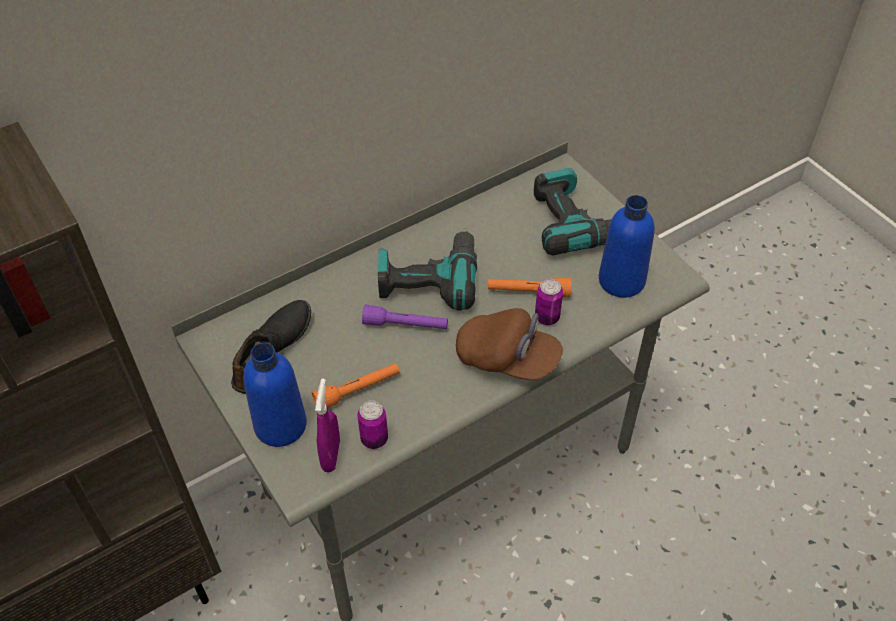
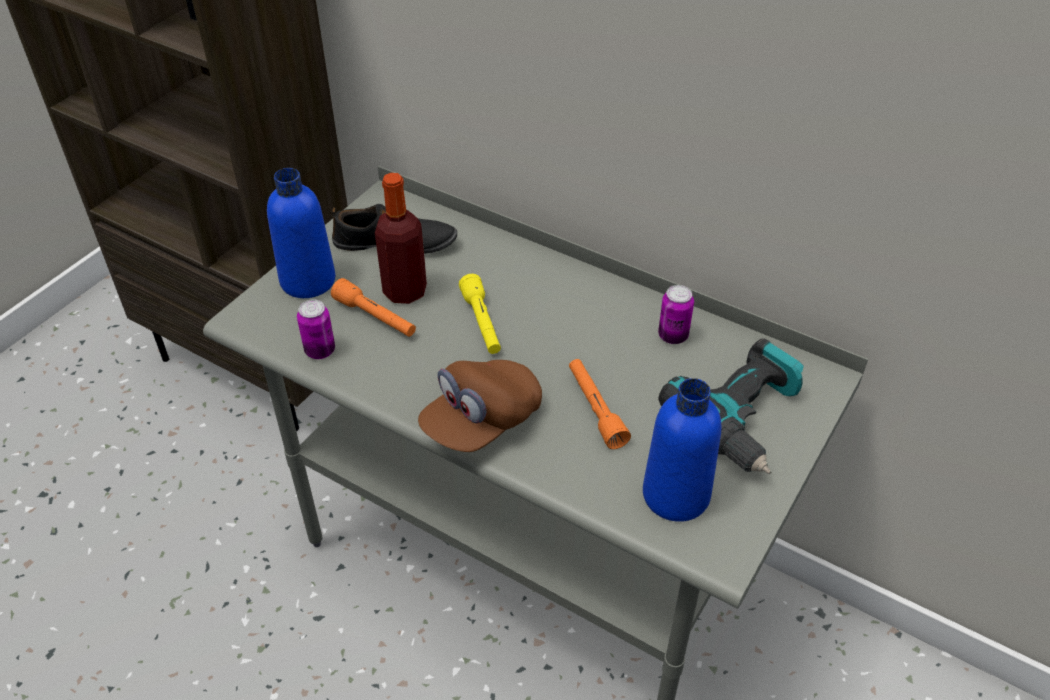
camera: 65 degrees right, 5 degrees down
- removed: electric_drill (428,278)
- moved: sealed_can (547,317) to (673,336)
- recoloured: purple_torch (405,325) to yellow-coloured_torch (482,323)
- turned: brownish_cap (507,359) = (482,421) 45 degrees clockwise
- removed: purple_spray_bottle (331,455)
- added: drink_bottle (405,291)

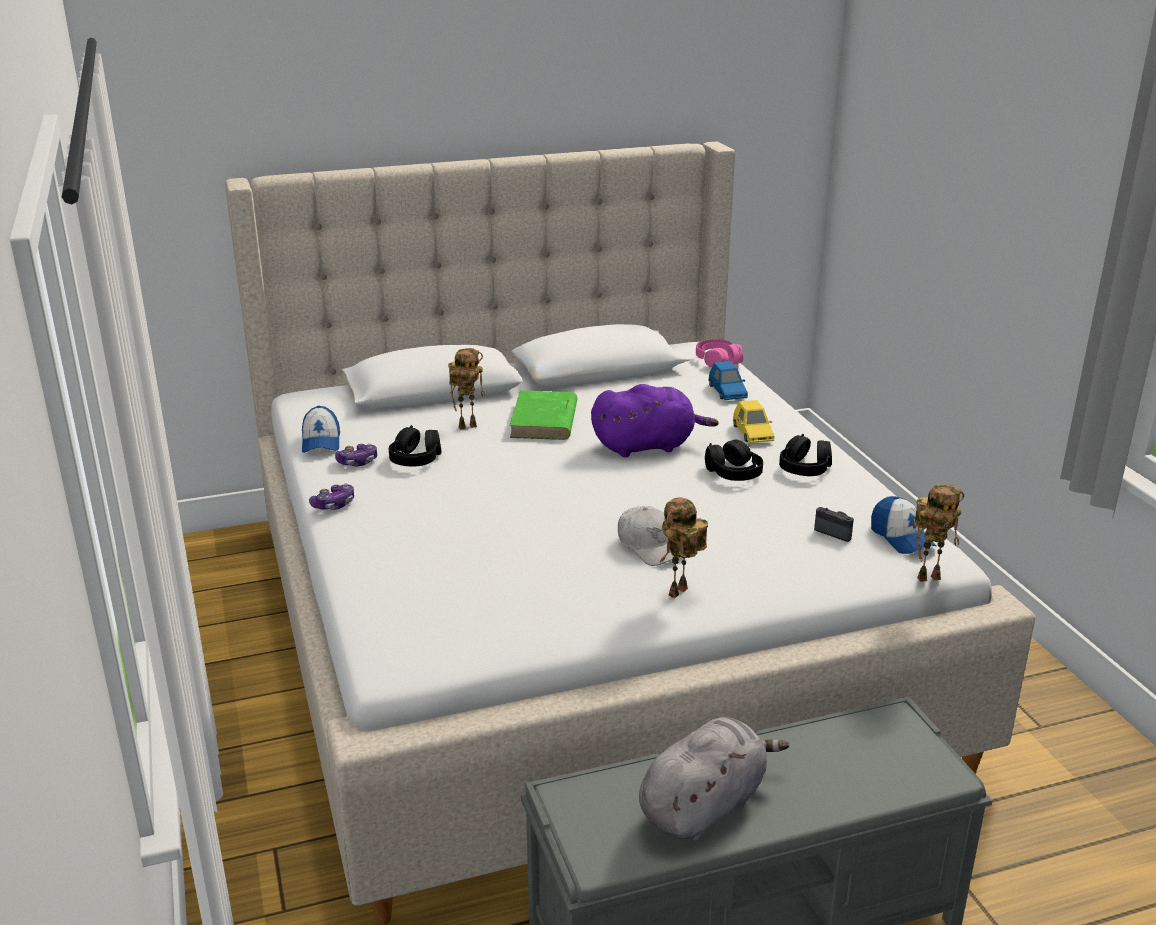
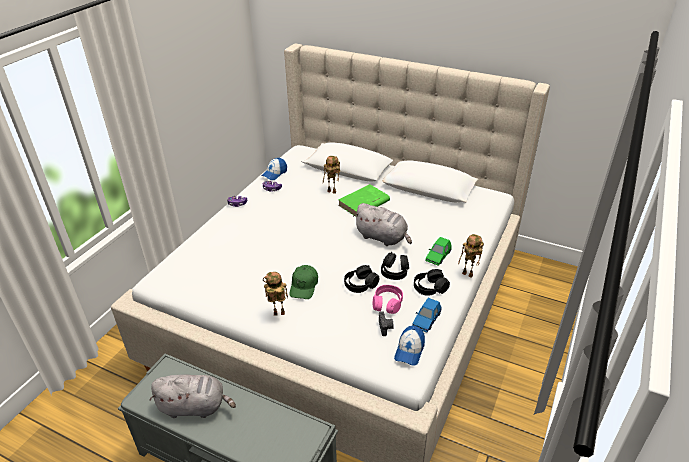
camera: 45 degrees right, 10 degrees up
- moved: pinkish_headset (718,361) to (387,303)
- moved: blue-coloured_miniature_car (727,392) to (426,320)
- recoloured: purple_soft_toy (647,446) to greyish_soft_toy (383,238)
- recoloured: yellow-coloured_miniature_car (752,434) to green_miniature_car (438,256)
- moved: black-coloured_headset (416,459) to (360,284)
- moved: toy_robot (929,577) to (468,274)
- recoloured: whitish_cap (650,546) to green_cap (304,286)

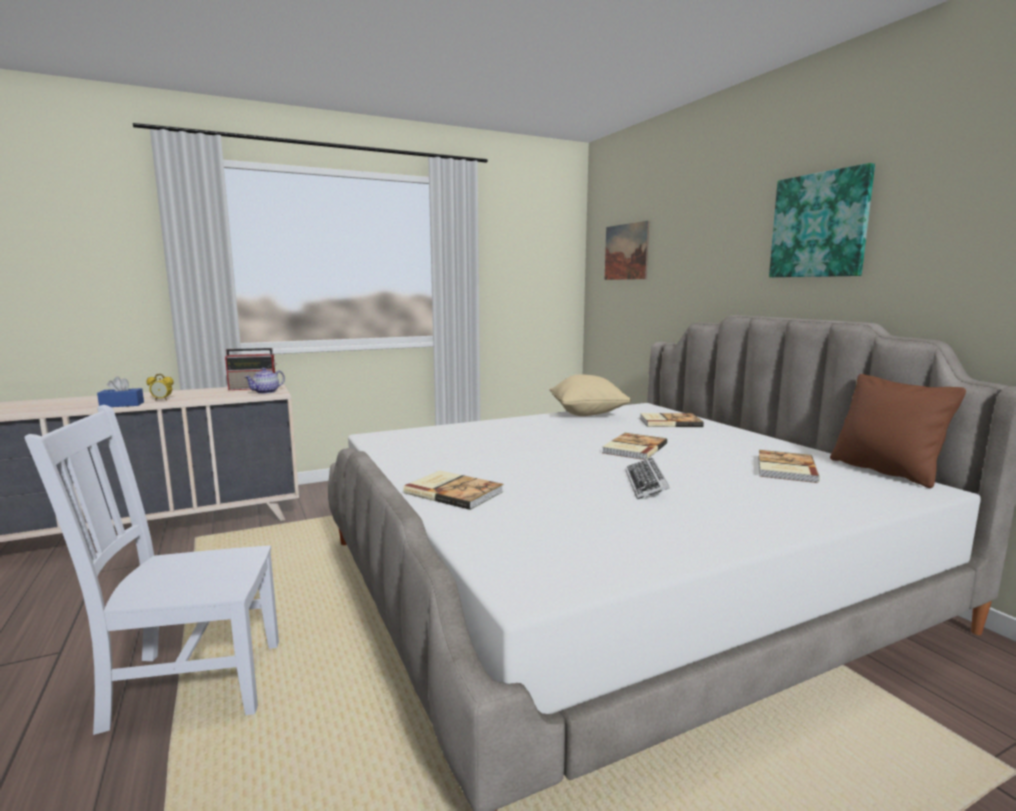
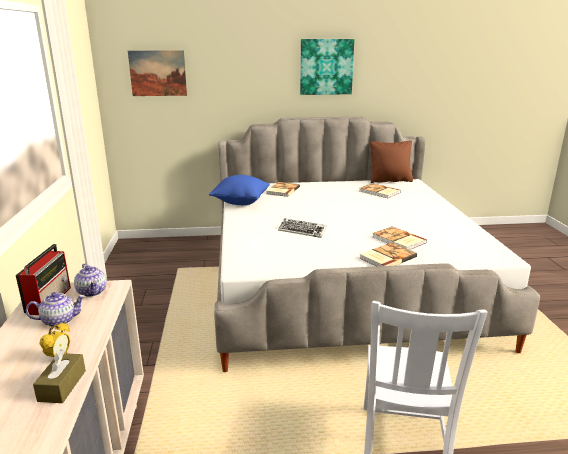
camera: 70 degrees left, 10 degrees up
- recoloured: sand-coloured_pillow (587,414) to blue-coloured_pillow (241,202)
- recoloured: blue-coloured_tissue_box (122,405) to brownish_tissue_box (62,386)
- moved: volume (633,448) to (398,240)
- moved: keyboard (646,484) to (302,231)
- added: tea_pot (59,320)

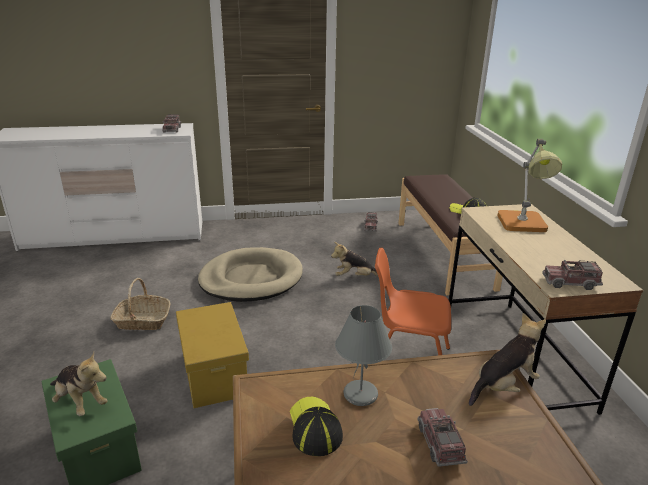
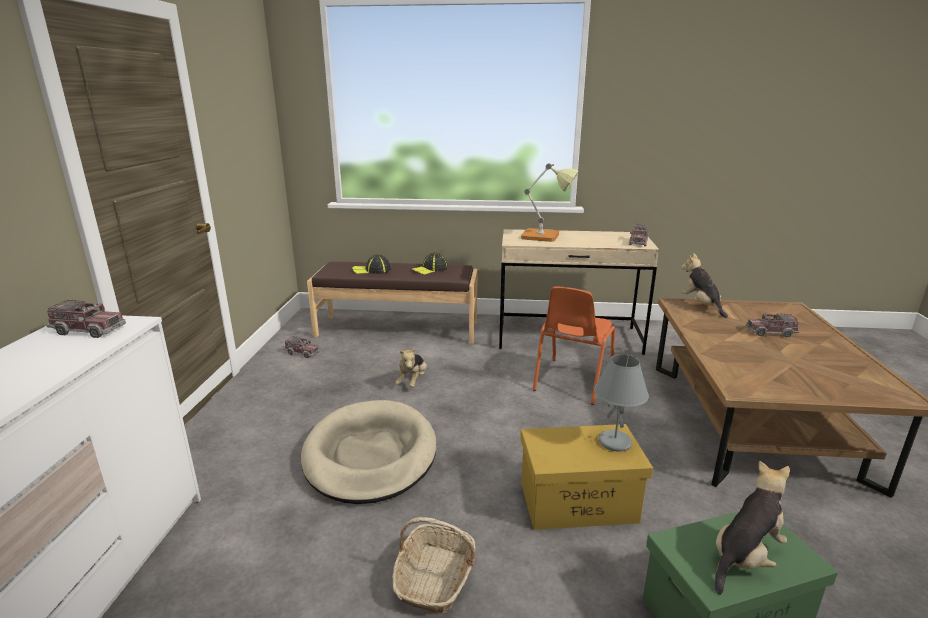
camera: 75 degrees left, 5 degrees down
- moved: greyish_lamp_for_a_table (360,395) to (615,442)
- moved: cap (314,428) to (372,270)

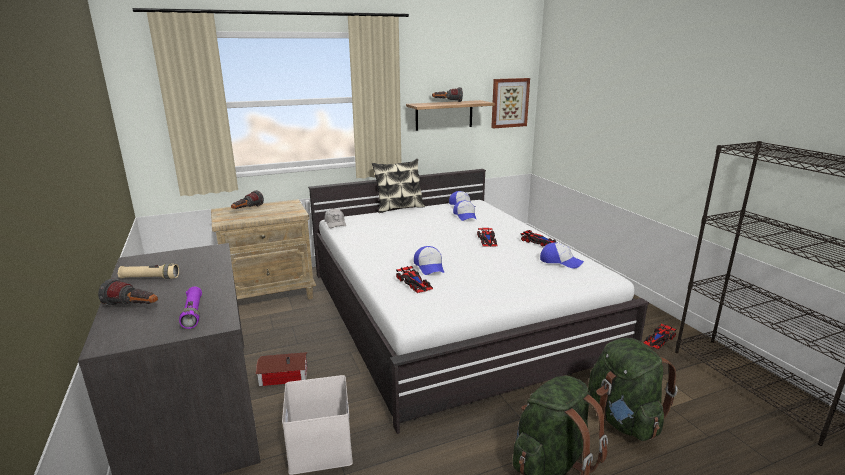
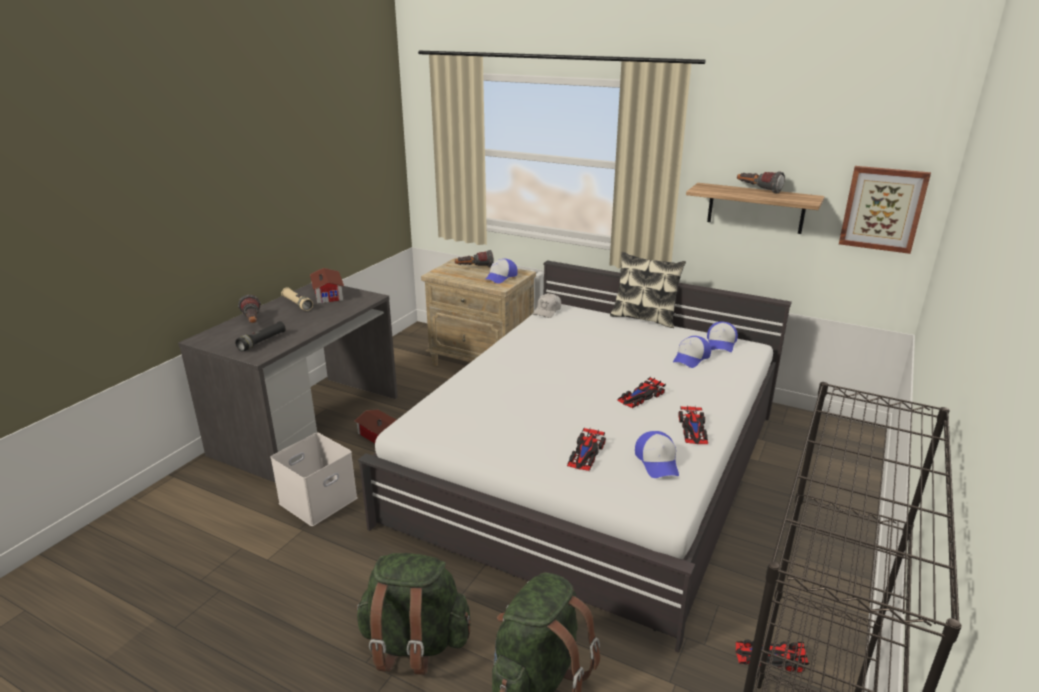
camera: 50 degrees right, 5 degrees up
- moved: cap (429,266) to (500,277)
- moved: miniature_car (414,283) to (586,453)
- recoloured: purple_torch (193,313) to black-coloured_torch (262,342)
- added: miniature_house (329,293)

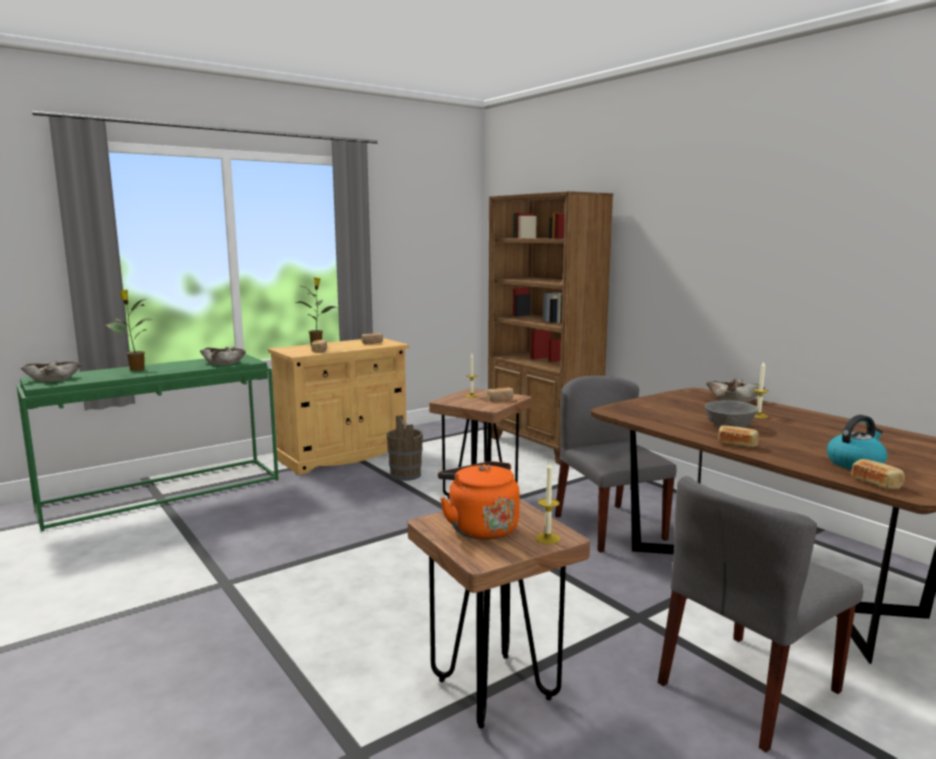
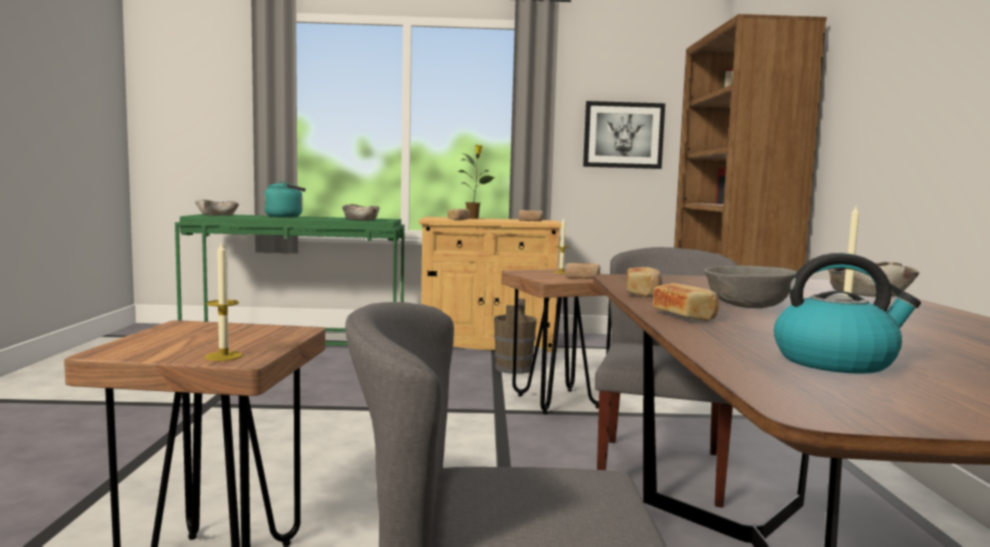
camera: 35 degrees right, 5 degrees down
- replaced: houseplant (136,369) to turquoise_tea_kettle (286,216)
- moved: bakery_bread (876,483) to (643,293)
- removed: orangey_tea_kettle (480,528)
- added: wall_picture (623,135)

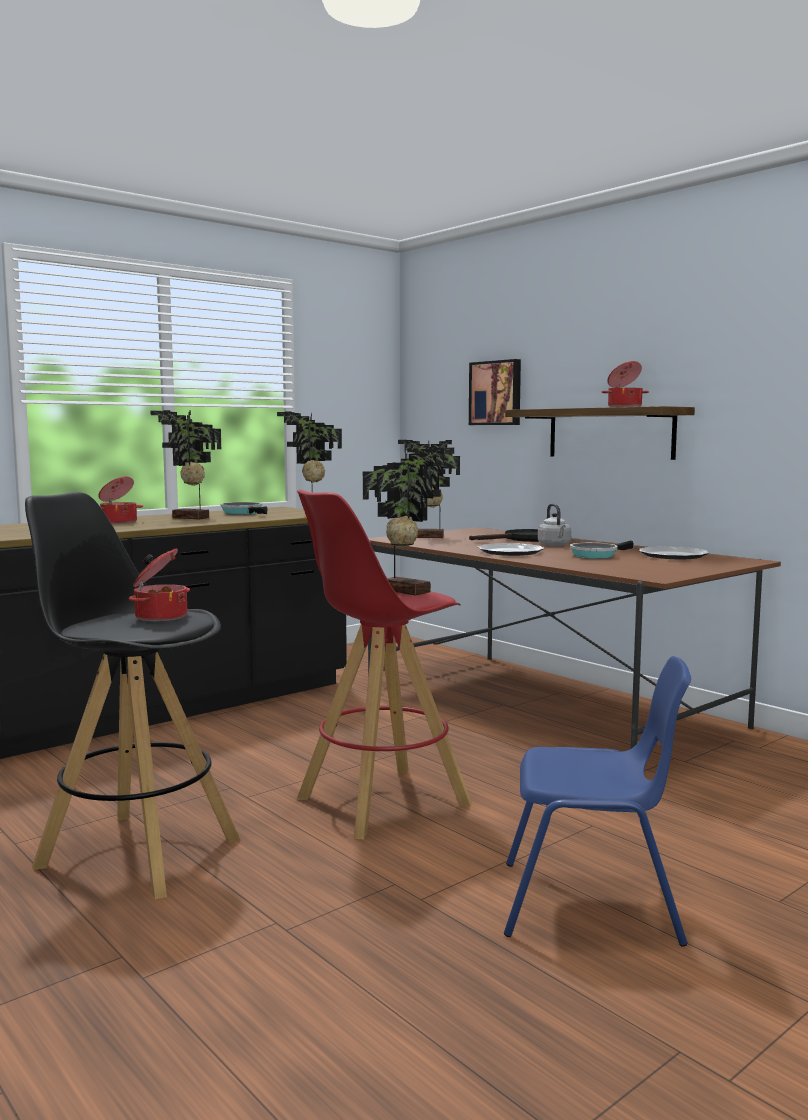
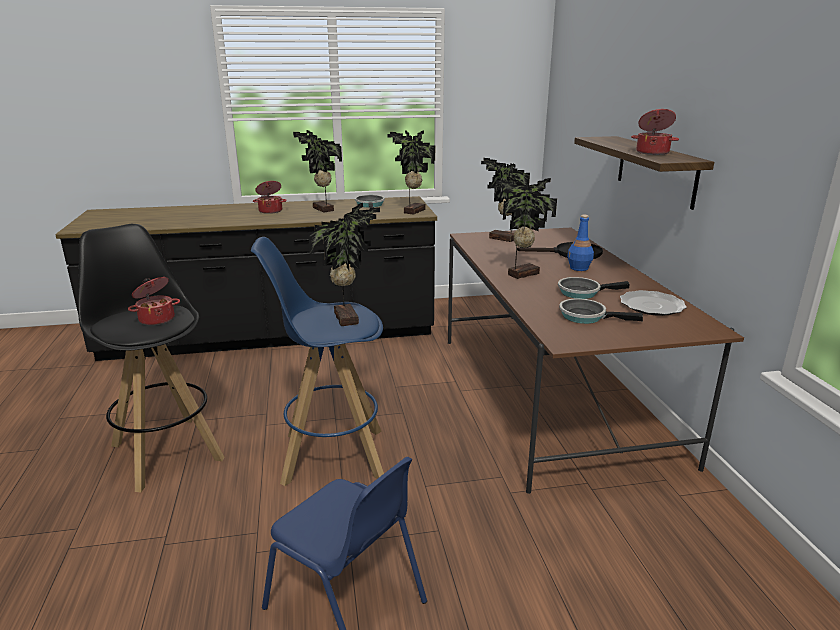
camera: 30 degrees right, 15 degrees up
- removed: wall_picture (496,393)
- recoloured: red_stool (381,802) to blue-coloured_stool (332,456)
- replaced: greyish_tea_kettle (555,545) to blue-coloured_drink_bottle (579,268)
- replaced: dinner_plate (510,552) to houseplant (521,274)
- added: pan (586,316)

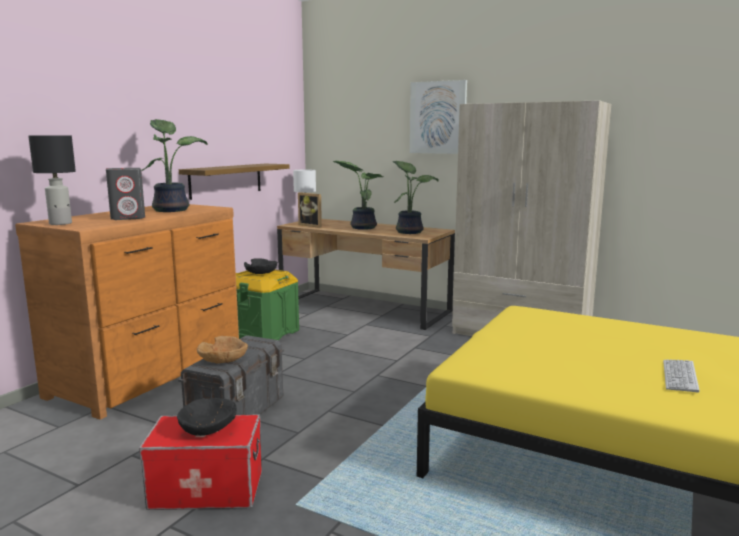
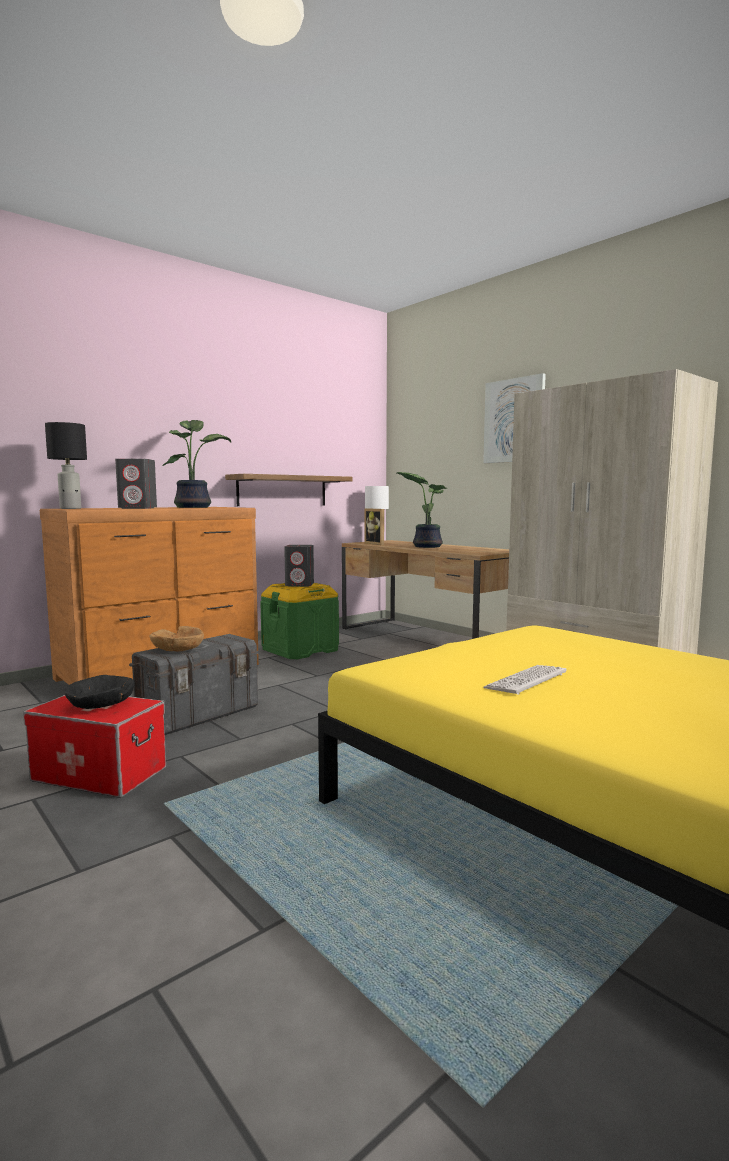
camera: 20 degrees right, 5 degrees down
- removed: houseplant (409,232)
- replaced: black-coloured_deep_dish (261,273) to greyish_loudspeaker (300,585)
- moved: keyboard (679,376) to (526,680)

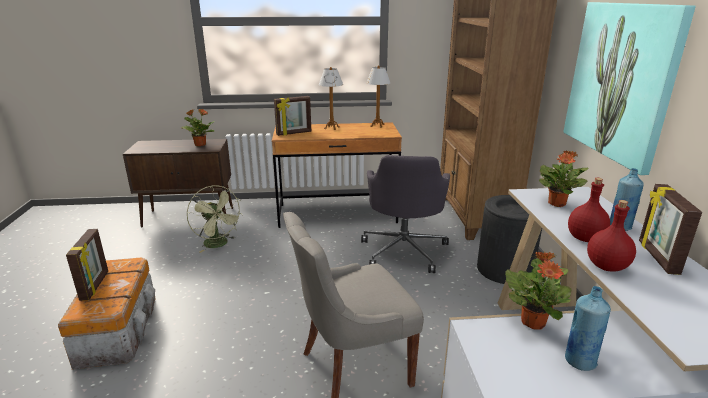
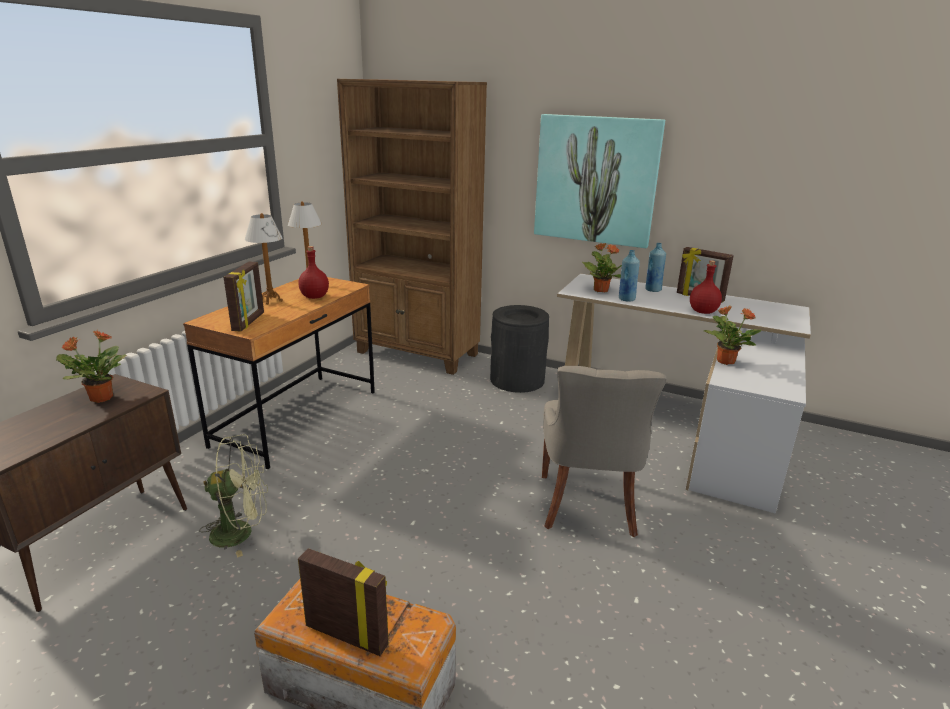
camera: 60 degrees left, 0 degrees up
- removed: greyish_computer_chair (404,250)
- moved: red_drink_bottle (584,238) to (314,297)
- moved: blue-coloured_drink_bottle (579,361) to (626,299)

